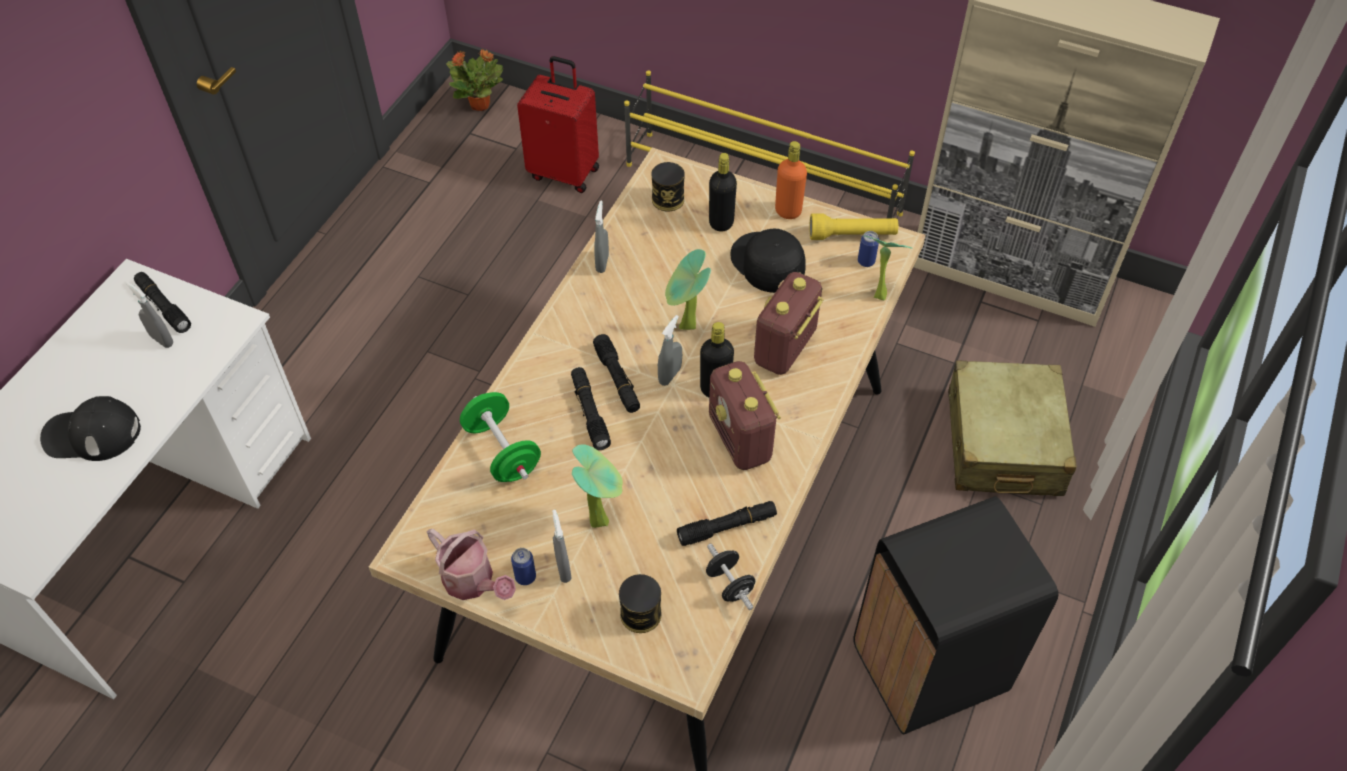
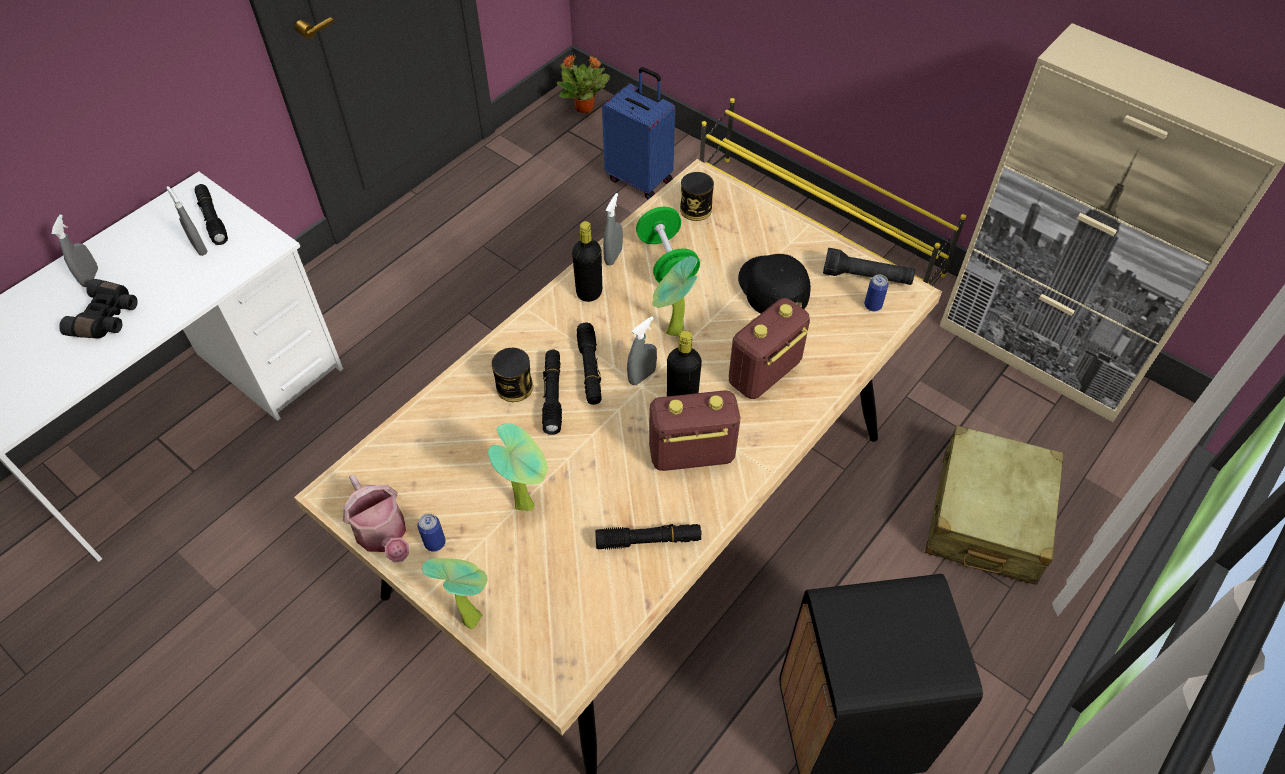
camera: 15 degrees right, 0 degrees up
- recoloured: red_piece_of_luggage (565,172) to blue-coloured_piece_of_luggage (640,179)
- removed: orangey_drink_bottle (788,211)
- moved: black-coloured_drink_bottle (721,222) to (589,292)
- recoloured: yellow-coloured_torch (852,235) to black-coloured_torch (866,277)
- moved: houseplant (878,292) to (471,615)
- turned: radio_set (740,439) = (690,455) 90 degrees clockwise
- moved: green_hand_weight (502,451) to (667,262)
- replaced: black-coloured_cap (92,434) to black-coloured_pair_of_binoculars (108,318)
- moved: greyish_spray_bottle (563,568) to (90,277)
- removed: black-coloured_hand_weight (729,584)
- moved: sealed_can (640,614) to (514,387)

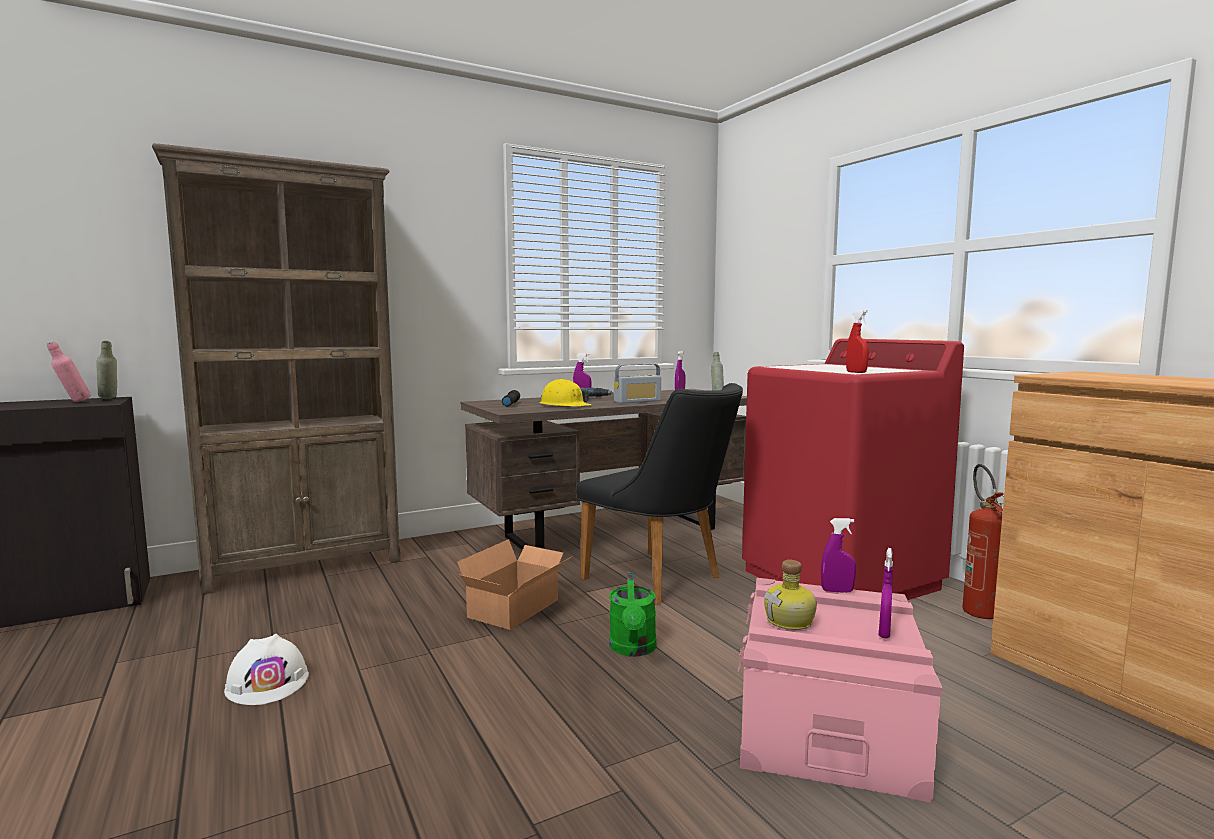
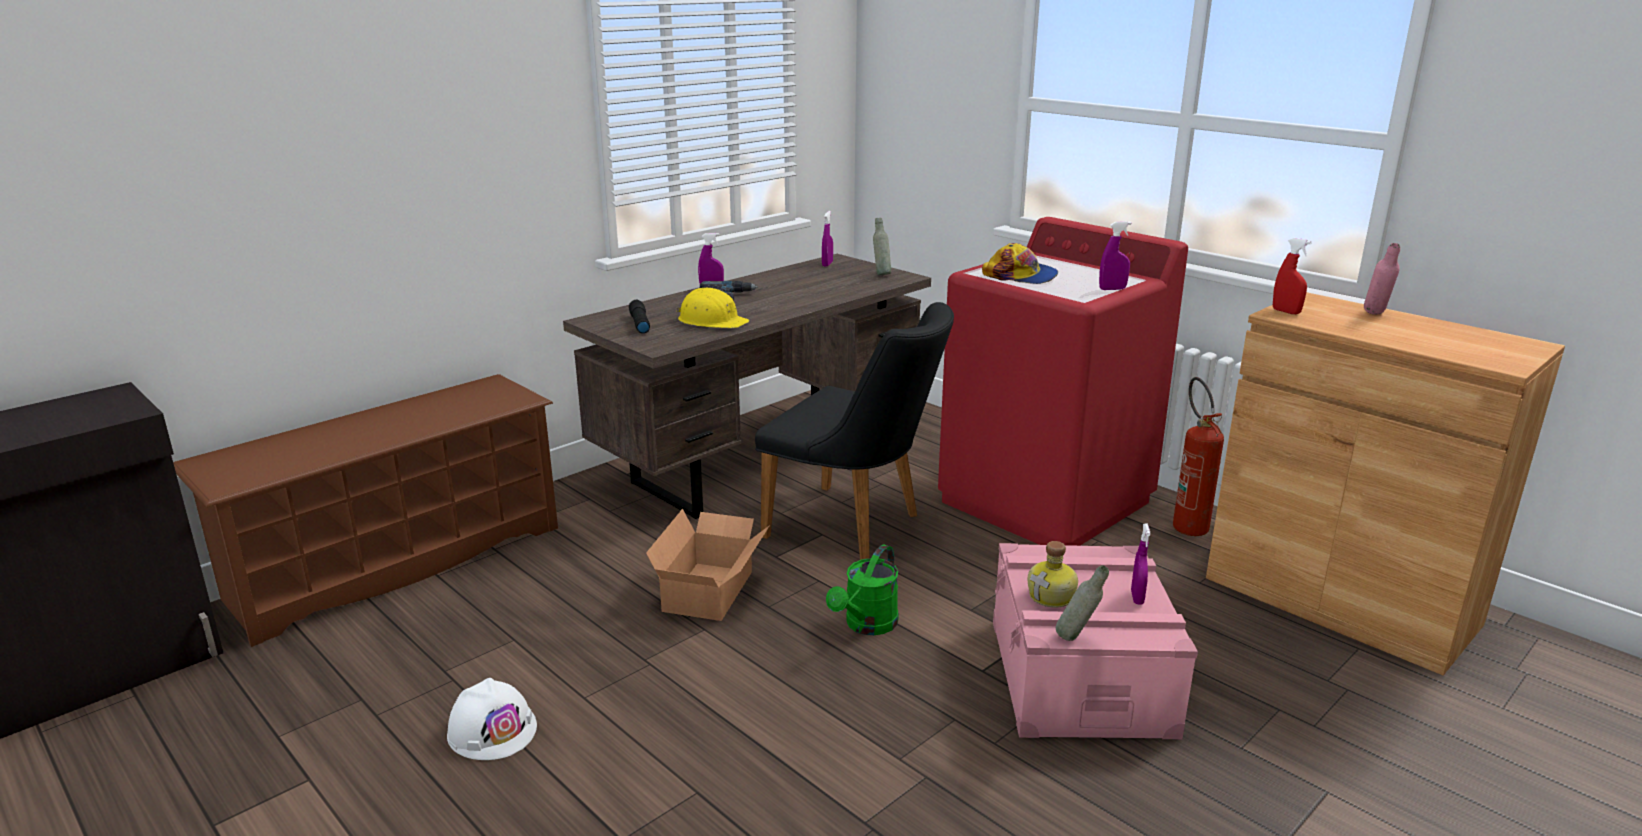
camera: 15 degrees left, 15 degrees up
- replaced: brownish_bookshelf (305,565) to brownish_shoe_stand (397,562)
- moved: red_spray_bottle (856,372) to (1286,311)
- moved: pinkish_drink_bottle (72,402) to (1375,315)
- moved: greyish_drink_bottle (109,399) to (1077,639)
- removed: radio_set (637,401)
- moved: purple_spray_bottle (837,591) to (1112,289)
- turned: green_watering_can (633,649) = (867,626) 45 degrees clockwise
- added: cap (1021,276)

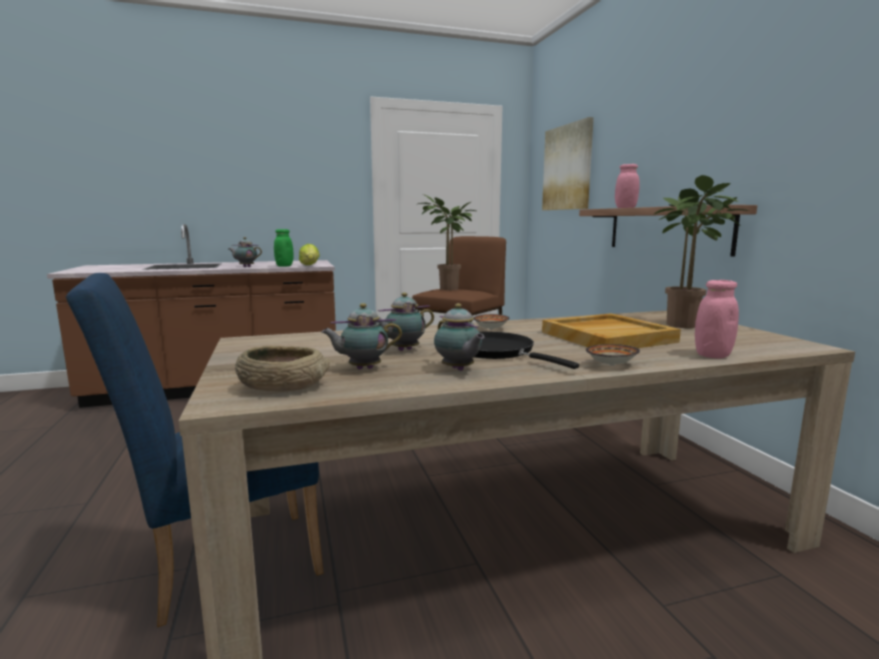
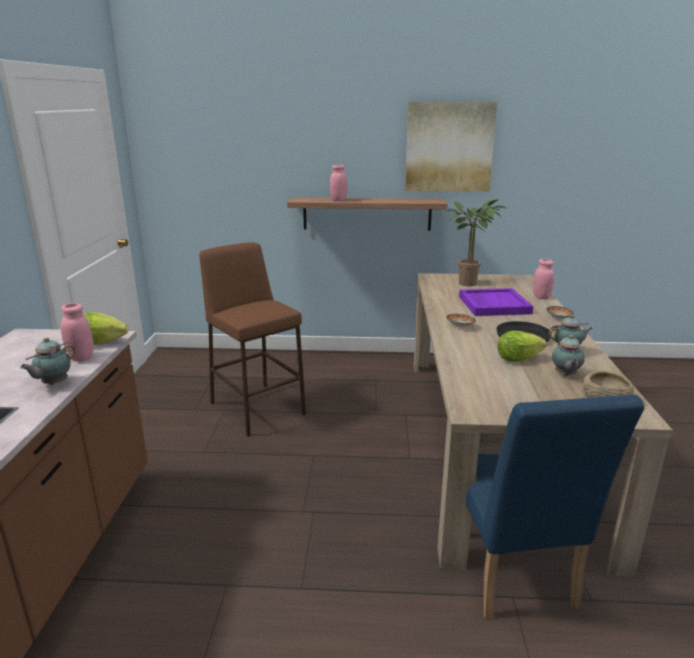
camera: 70 degrees left, 10 degrees up
- moved: wall_picture (567,167) to (449,147)
- removed: houseplant (447,289)
- recoloured: green_preserve_jar (284,266) to pinkish_preserve_jar (81,358)
- replaced: tea_pot (403,350) to head_of_lettuce (517,359)
- recoloured: sand-coloured_tray (607,336) to purple_tray (493,305)

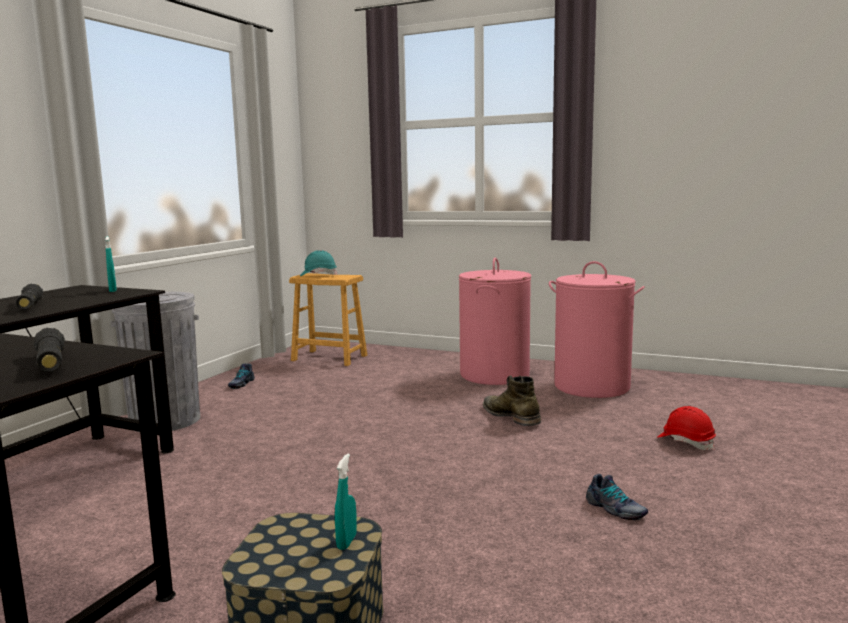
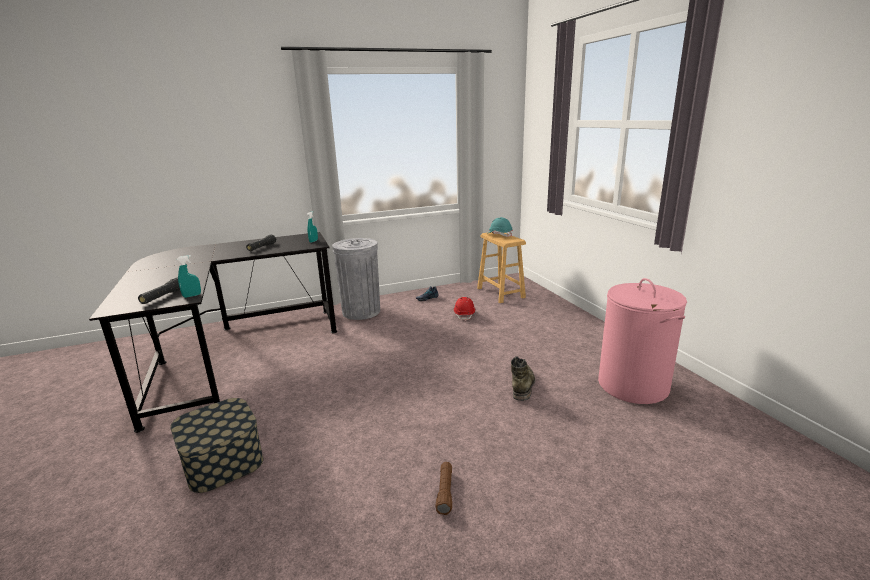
camera: 45 degrees right, 10 degrees up
- removed: pinkish_hamper (495,375)
- moved: red_work_helmet (686,442) to (464,315)
- moved: turquoise_spray_bottle (346,542) to (192,296)
- replaced: shoe (615,509) to brownish_torch (445,492)

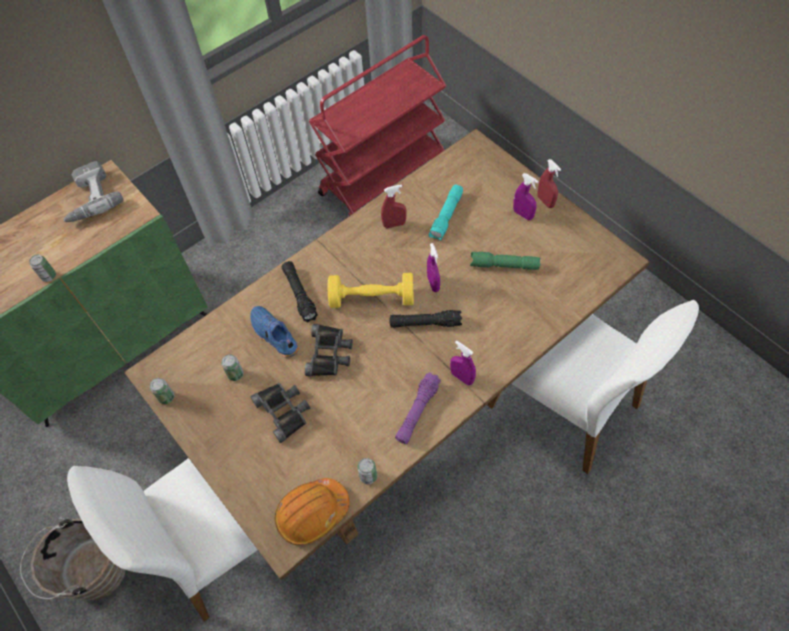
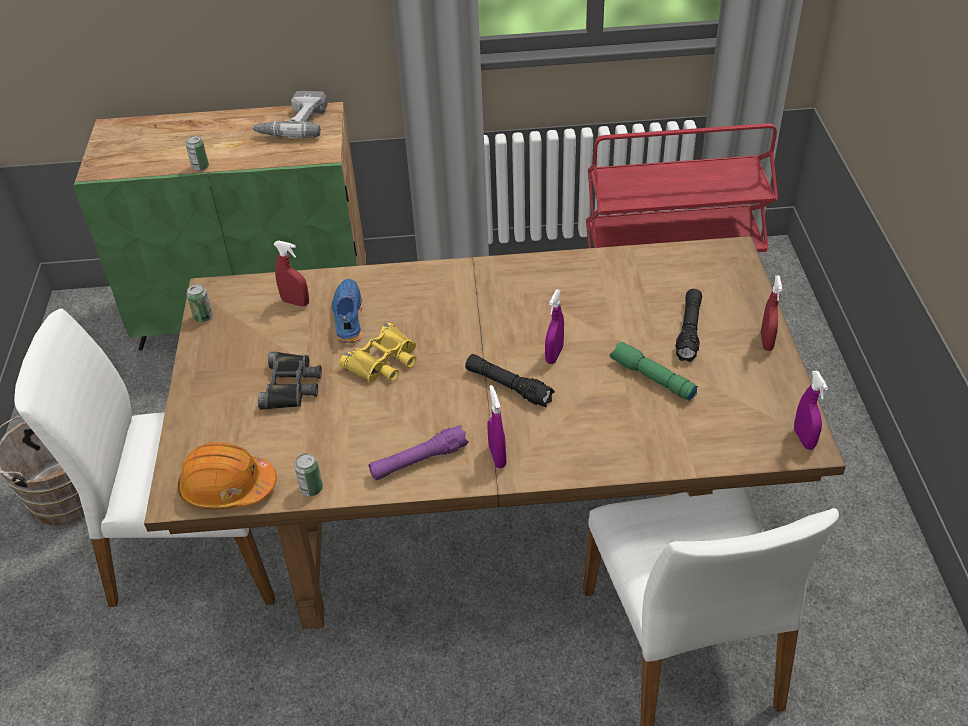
camera: 35 degrees right, 15 degrees down
- moved: purple_spray_bottle (523,214) to (804,439)
- removed: turquoise_torch (447,217)
- moved: red_spray_bottle (394,224) to (295,302)
- moved: black-coloured_torch (299,294) to (689,331)
- removed: yellow-coloured_hand_weight (372,299)
- recoloured: black-coloured_pair_of_binoculars (329,353) to yellow-coloured_pair_of_binoculars (384,361)
- removed: sealed_can (235,374)

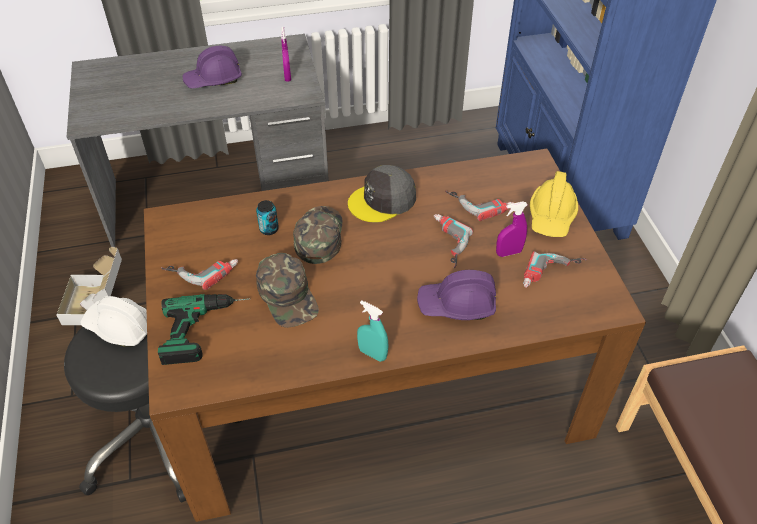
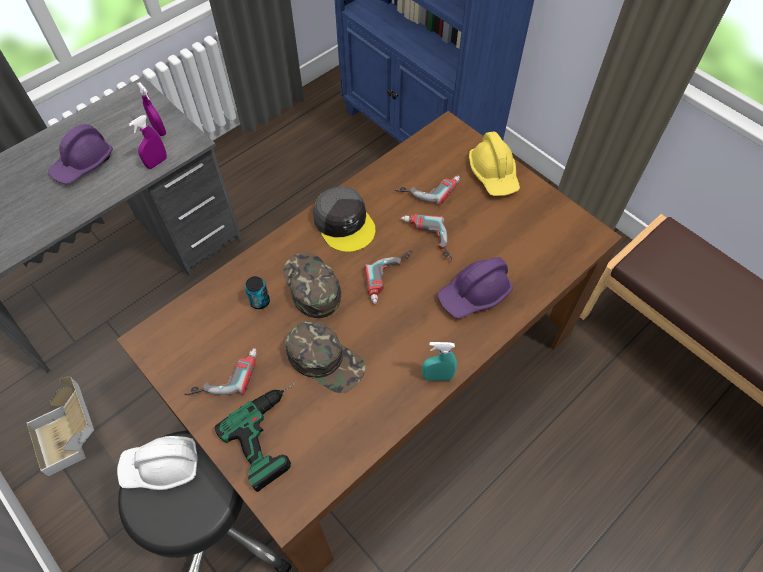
camera: 30 degrees left, 10 degrees up
- turned: greyish_cap (383,200) = (344,223) 60 degrees counterclockwise
- moved: purple_spray_bottle (508,252) to (157,163)
- moved: electric_drill (553,276) to (392,279)

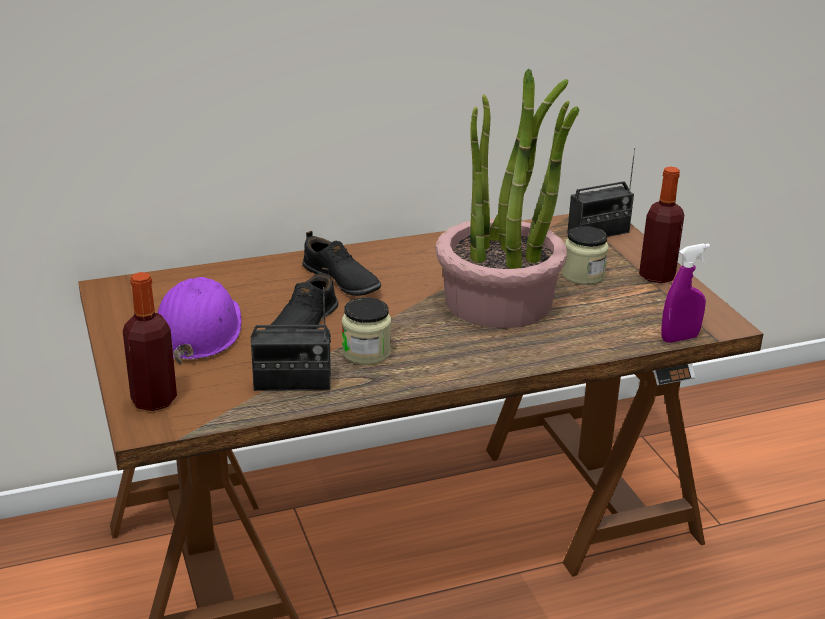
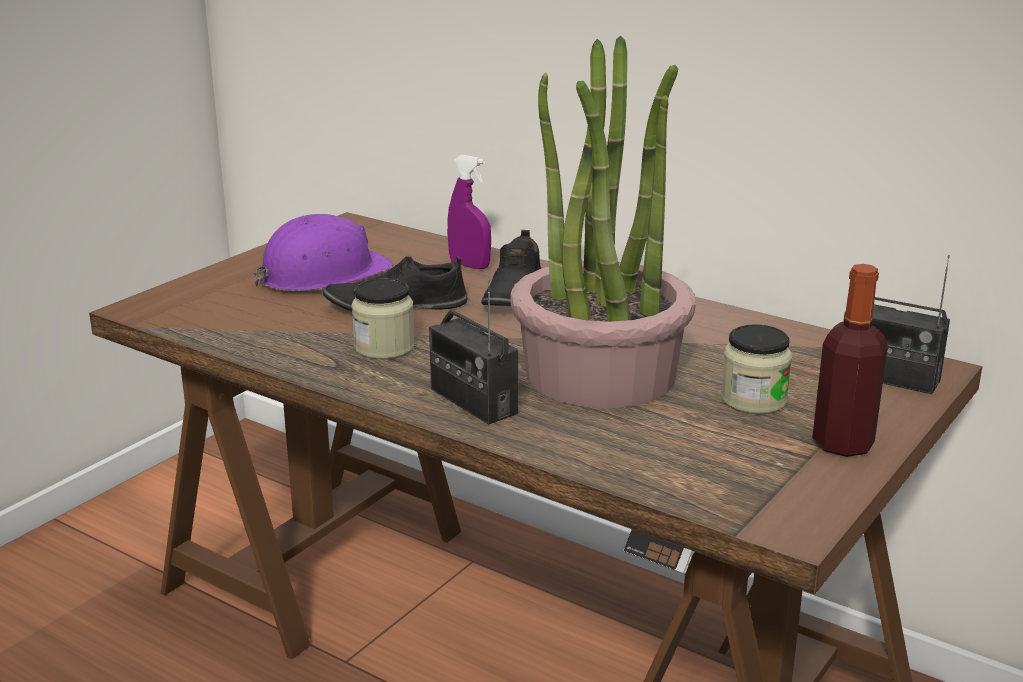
camera: 55 degrees right, 5 degrees down
- moved: purple_spray_bottle (679,338) to (469,265)
- removed: drink_bottle (154,400)
- moved: radio_set (292,383) to (473,401)

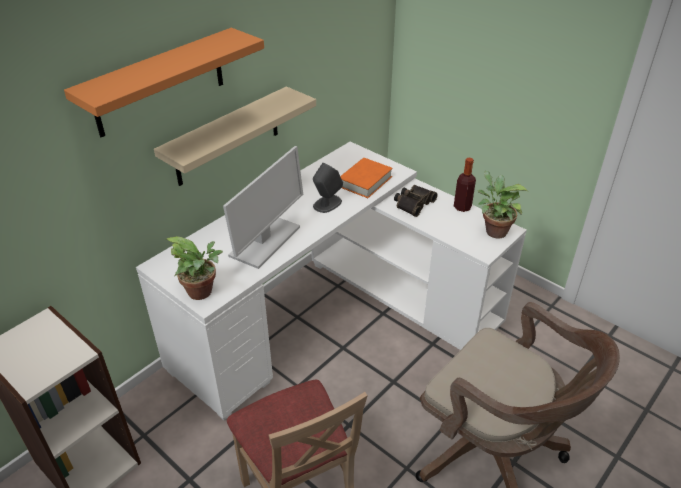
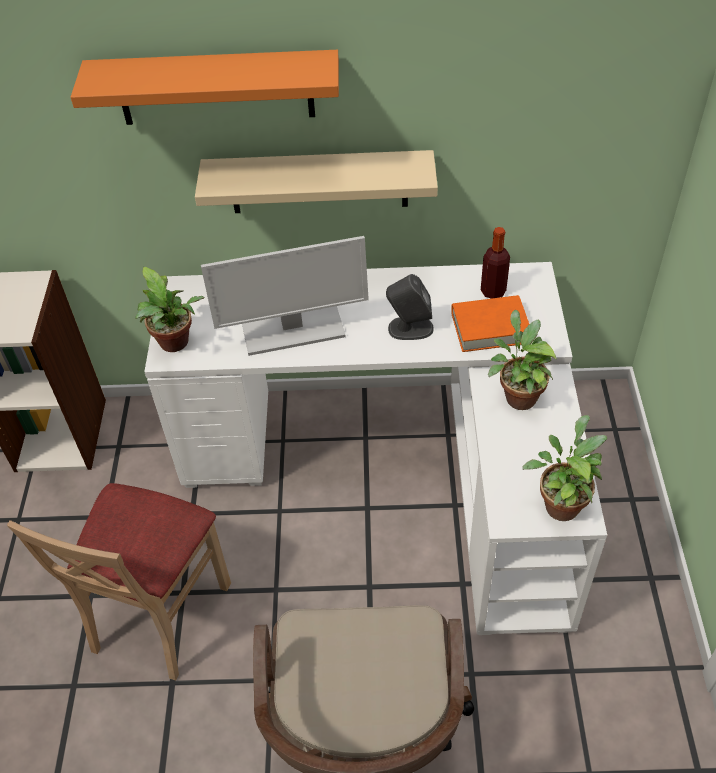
camera: 50 degrees right, 10 degrees up
- moved: drink_bottle (462,207) to (493,291)
- replaced: pair_of_binoculars (413,203) to houseplant (518,395)

